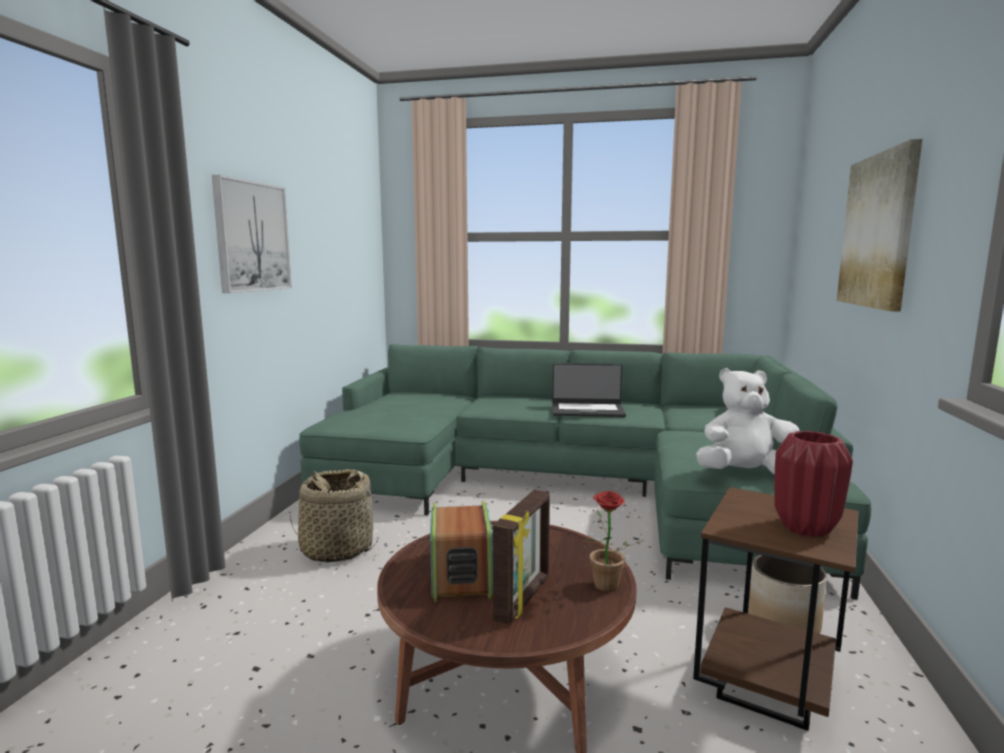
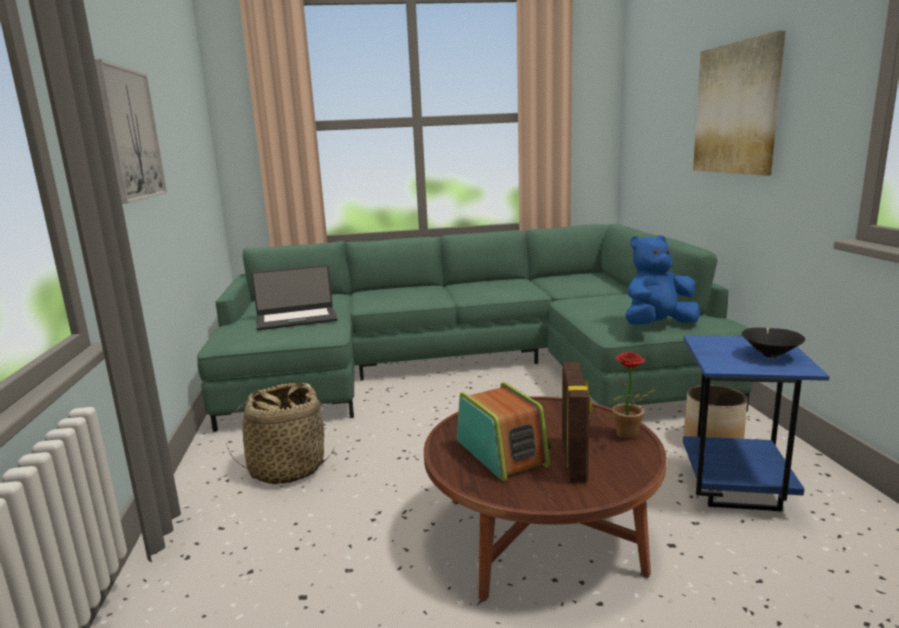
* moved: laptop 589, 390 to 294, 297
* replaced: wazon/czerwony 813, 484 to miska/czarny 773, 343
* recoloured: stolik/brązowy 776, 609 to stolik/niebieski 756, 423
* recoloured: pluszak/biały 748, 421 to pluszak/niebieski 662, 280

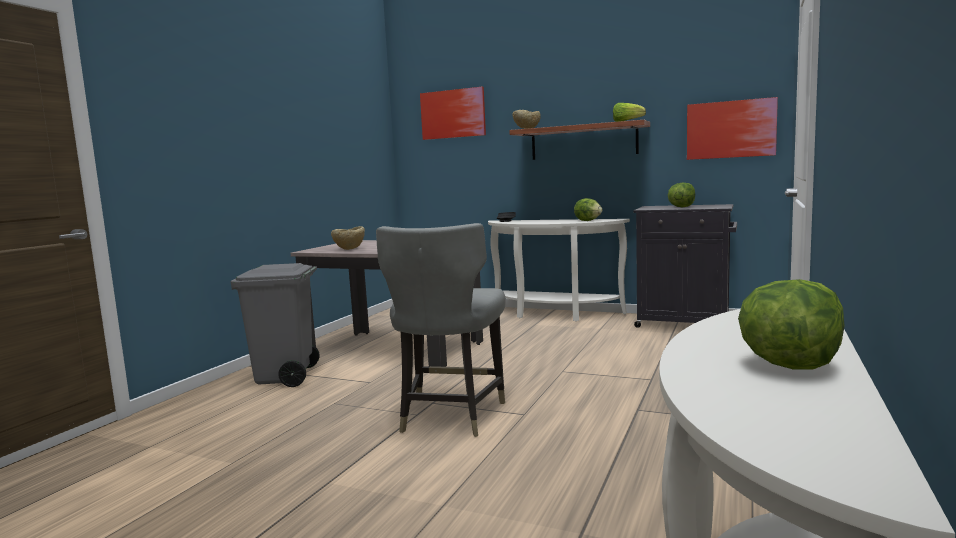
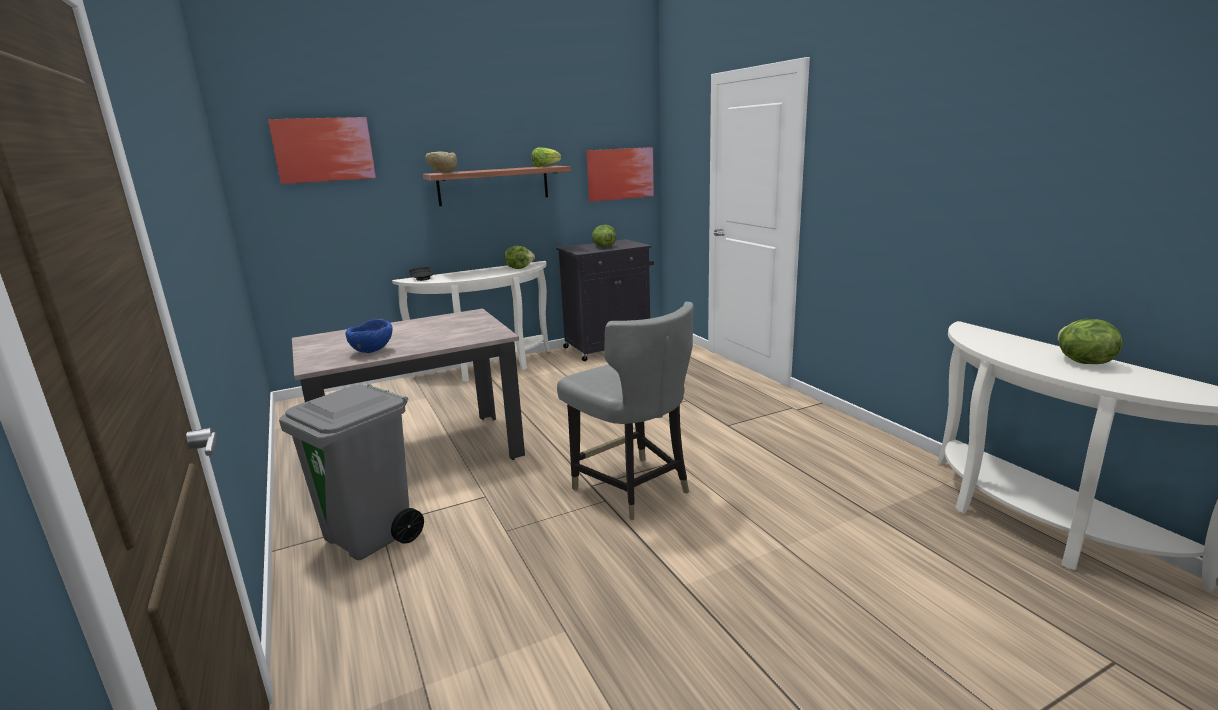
* recoloured: miska/beżowy 348, 238 to miska/niebieski 369, 336

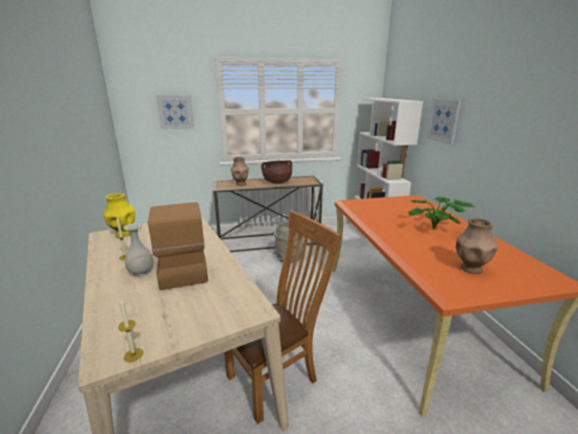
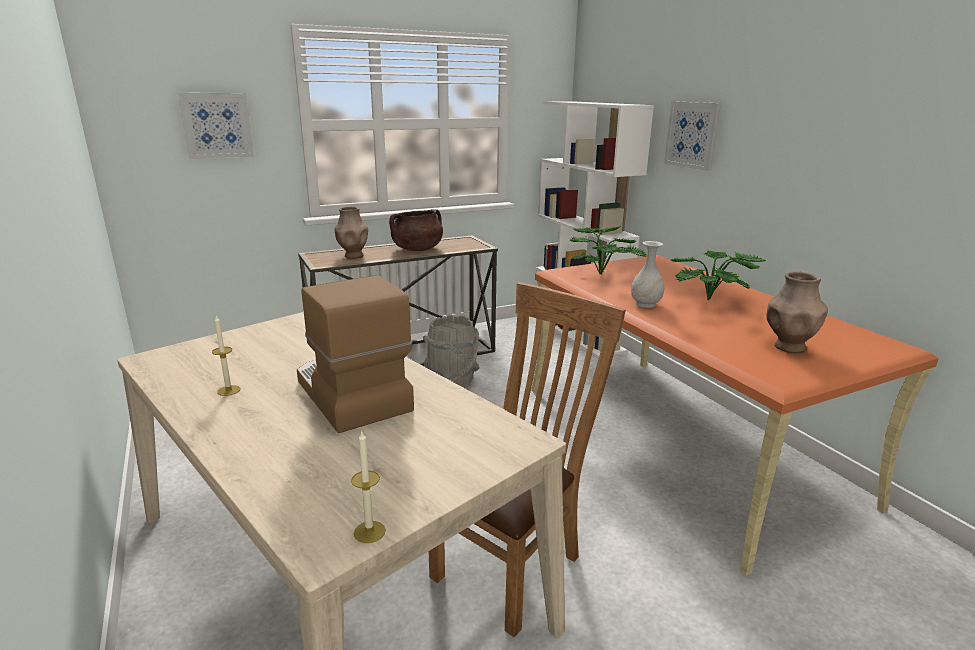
* removed: wazon/żółty 119, 214
* added: roślina doniczkowa 608, 250
* moved: wazon/biały 138, 250 to 647, 274

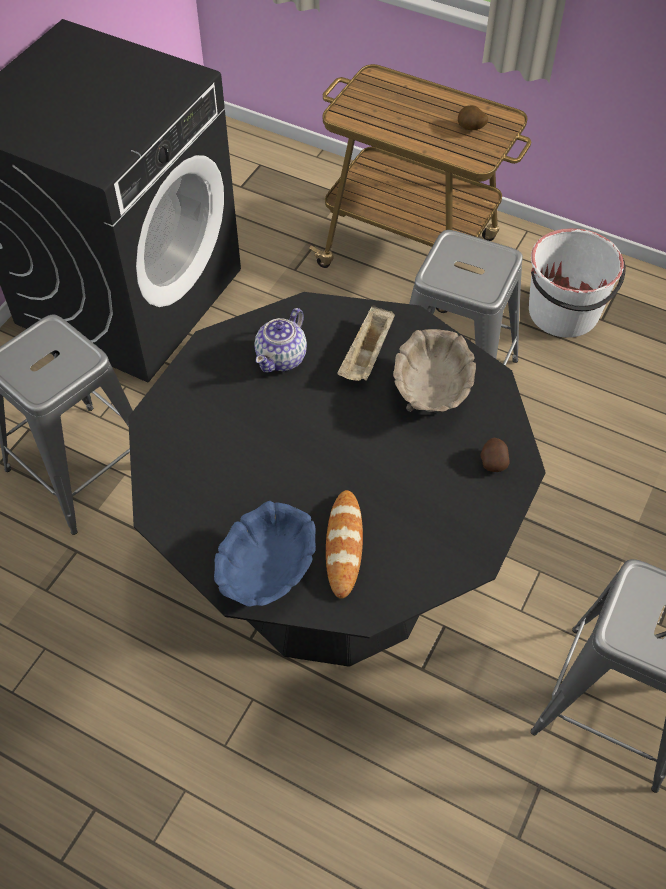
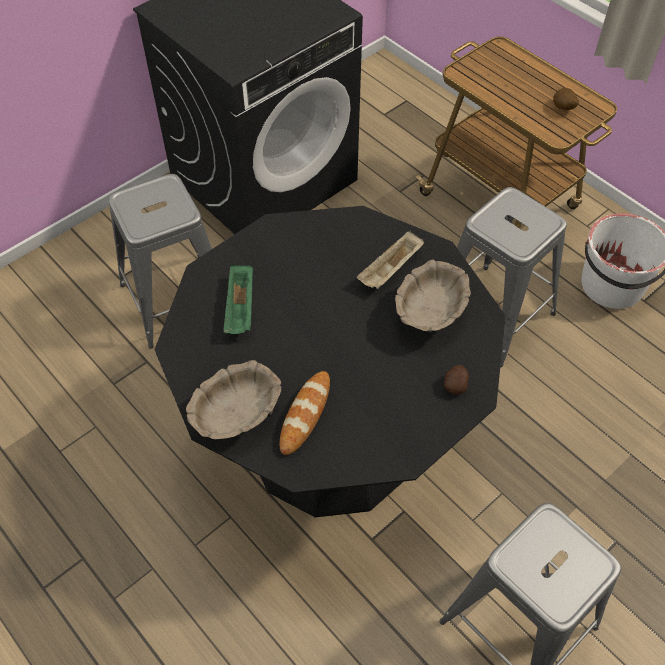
* removed: imbryk 280, 340
* added: taca/zielony 238, 299
* recoloured: miska/niebieski 265, 554 to miska/beżowy 233, 399

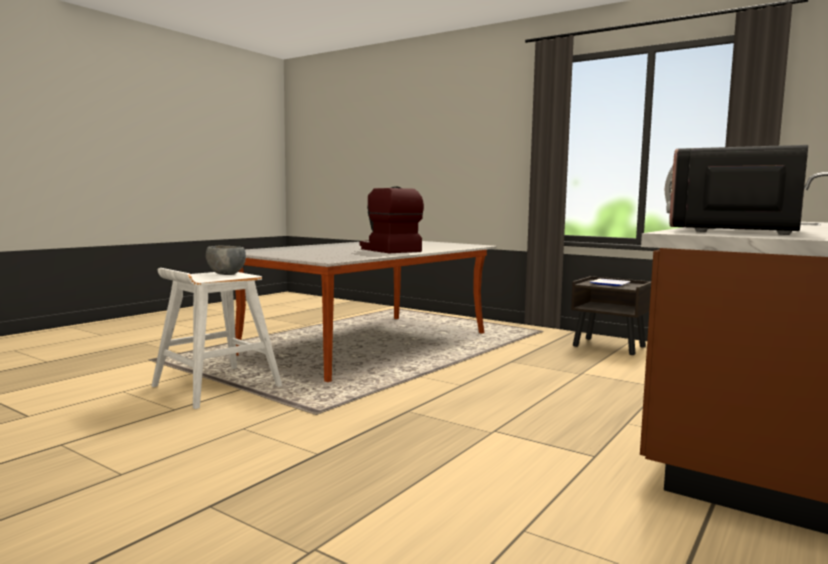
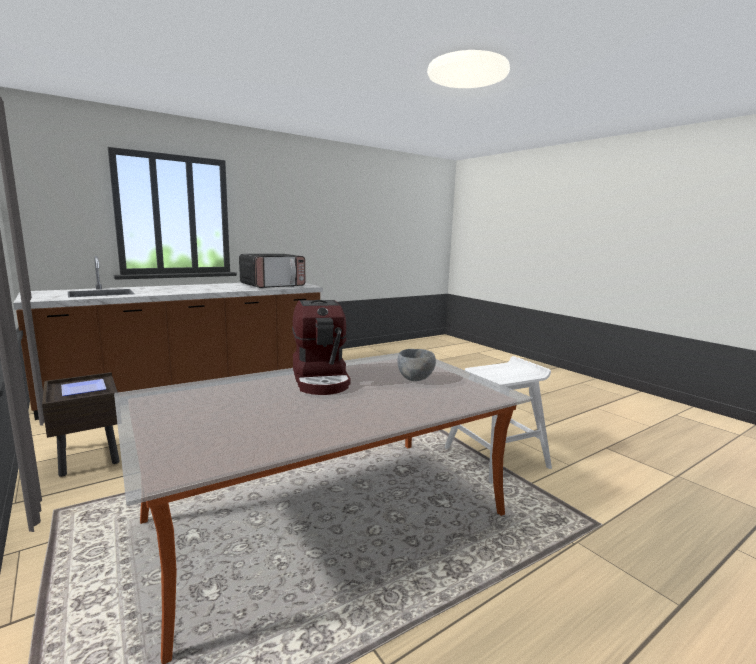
* moved: miska/szary 226, 260 to 416, 365

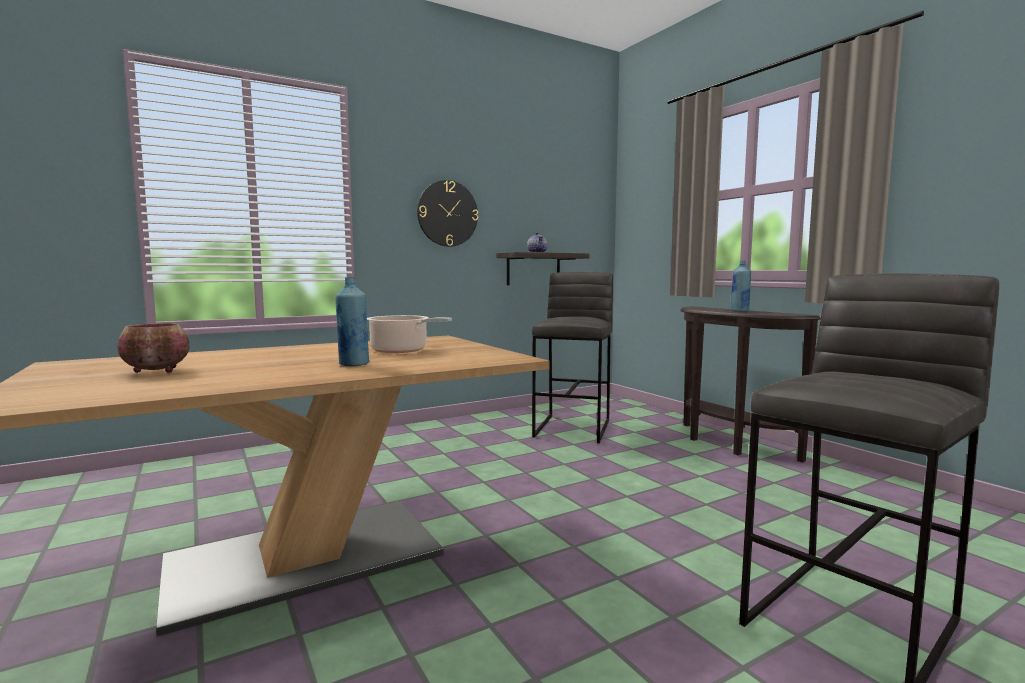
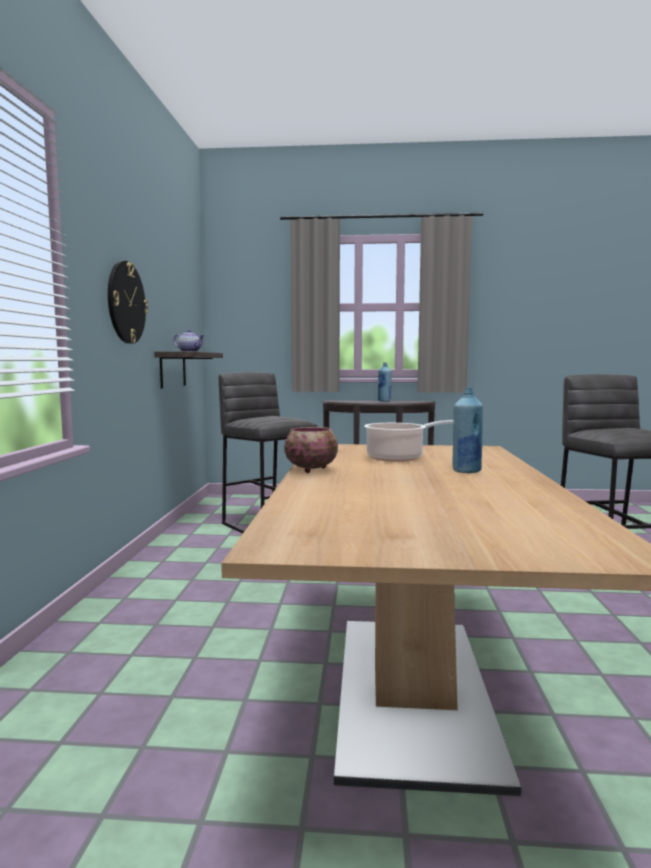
* moved: miska 153, 348 to 311, 450

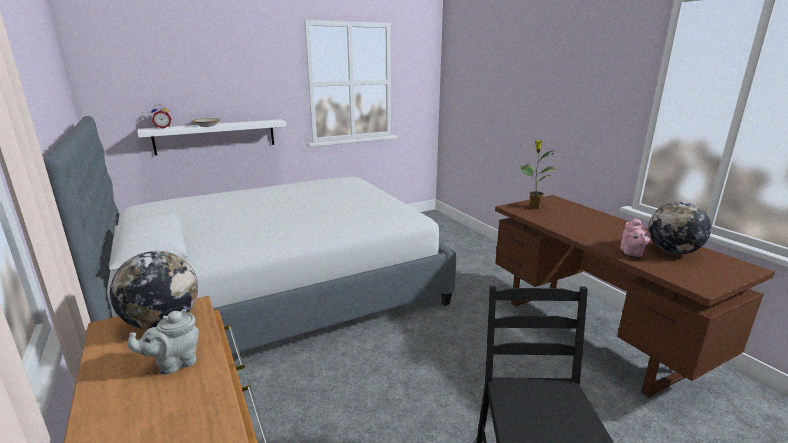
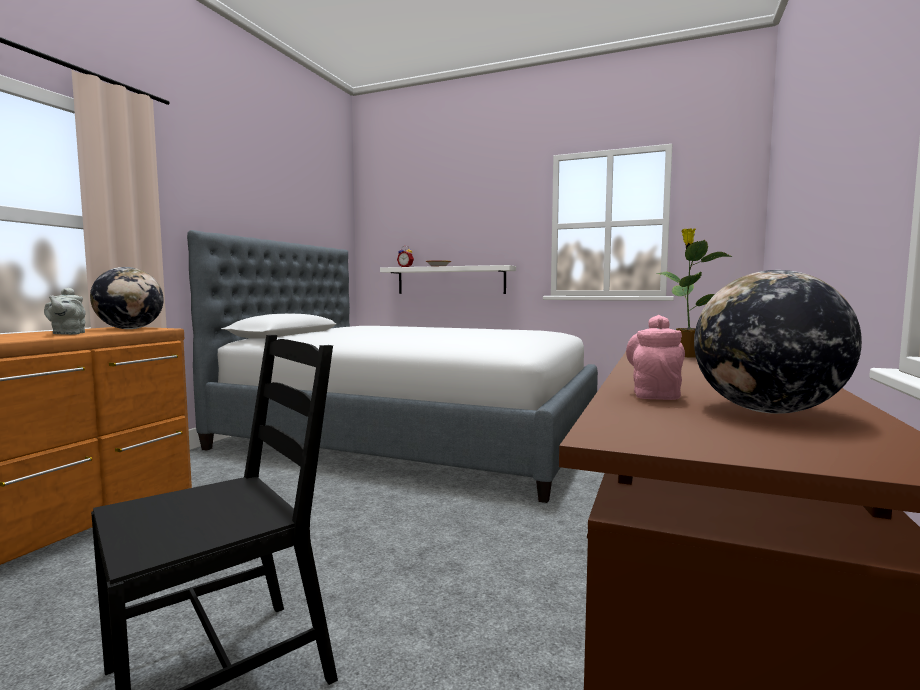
* turned: imbryk/szary 163, 342 = 64, 311 120 degrees counterclockwise
* turned: imbryk/różowy 635, 237 = 655, 357 135 degrees clockwise

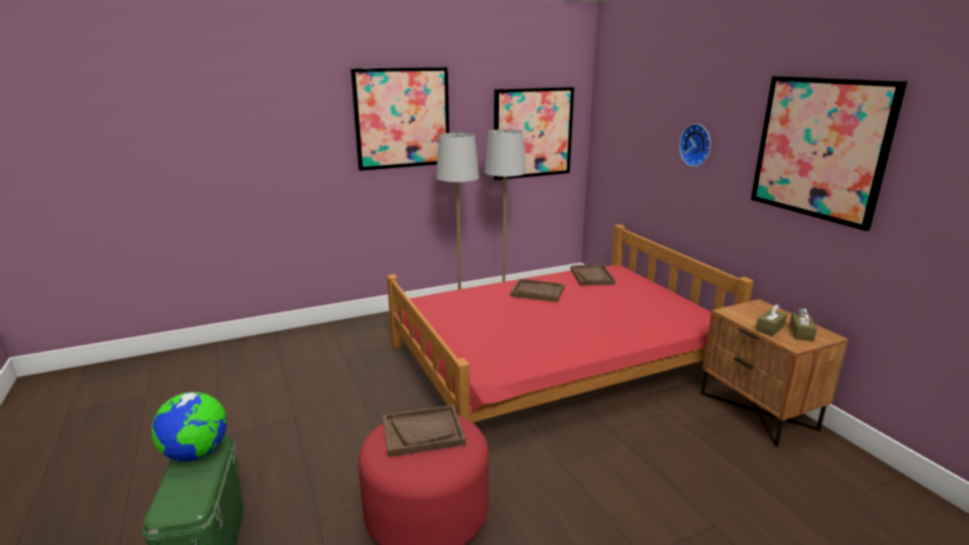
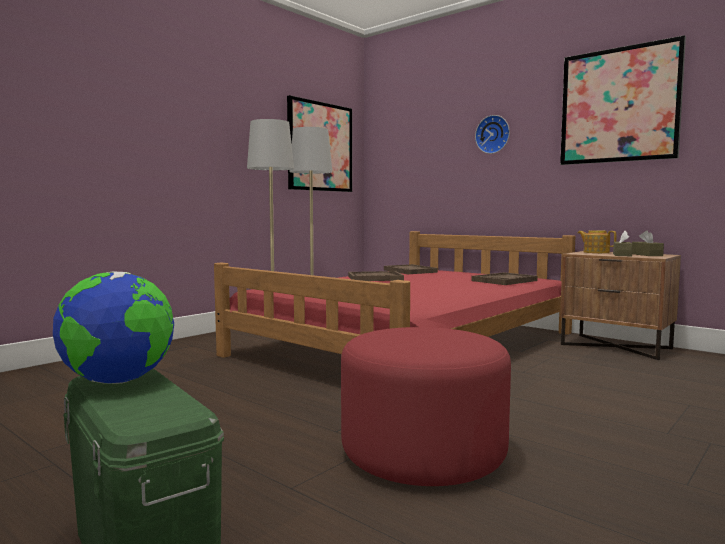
* removed: obraz 399, 119
* added: imbryk 597, 241
* moved: taca/brązowy 424, 431 to 505, 278

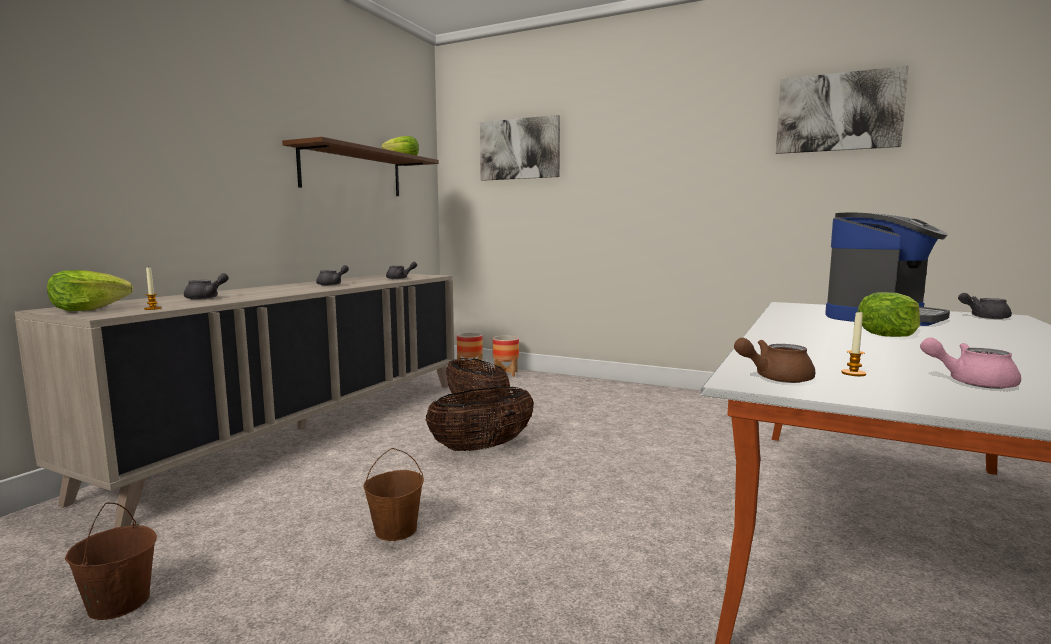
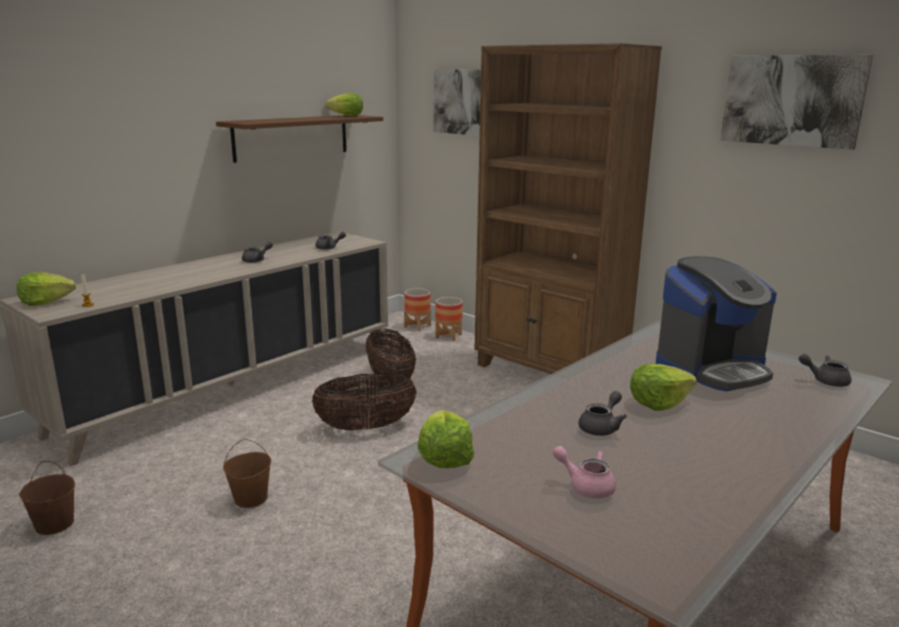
* removed: świeca 853, 343
* added: regał/brązowy 568, 208
* moved: imbryk/szary 206, 286 to 602, 413
* replaced: imbryk/brązowy 774, 360 to sałata 445, 439

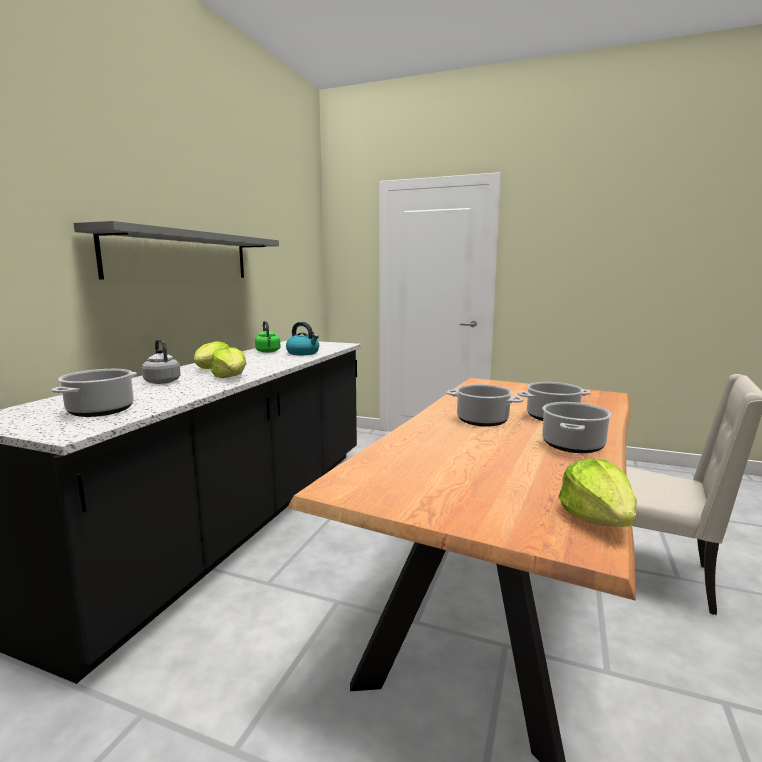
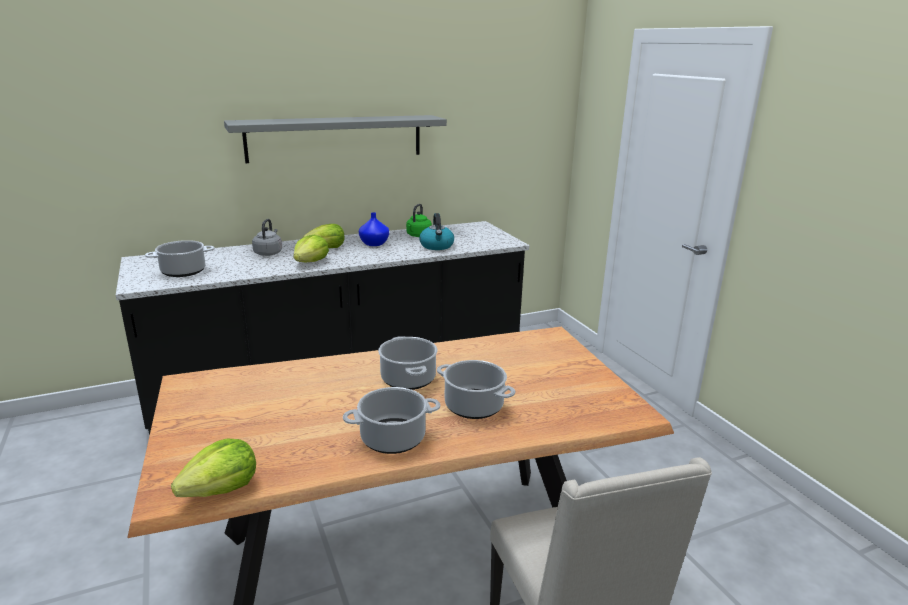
* added: wazon/niebieski 374, 229

